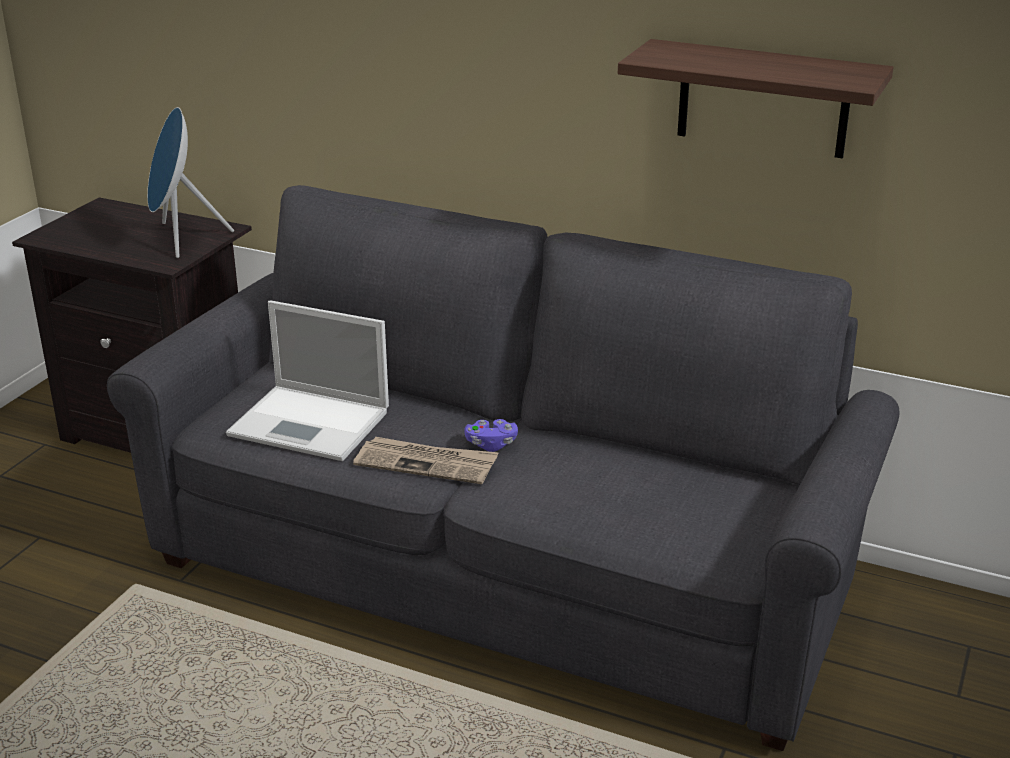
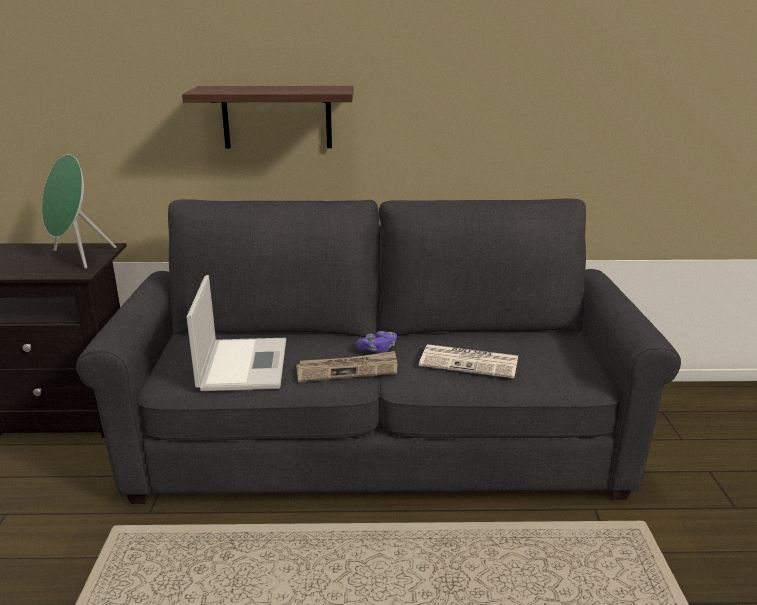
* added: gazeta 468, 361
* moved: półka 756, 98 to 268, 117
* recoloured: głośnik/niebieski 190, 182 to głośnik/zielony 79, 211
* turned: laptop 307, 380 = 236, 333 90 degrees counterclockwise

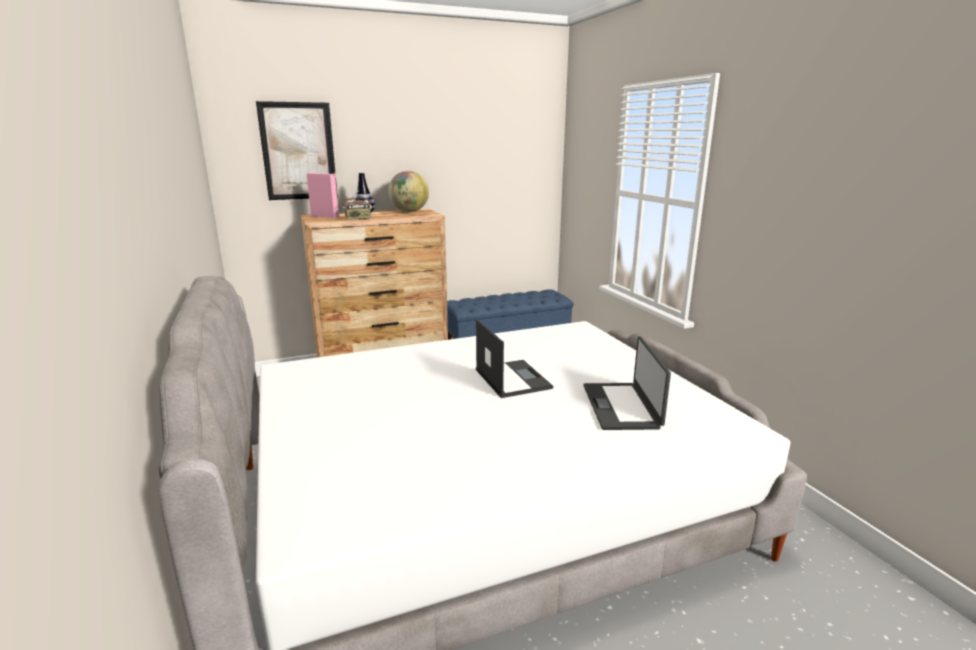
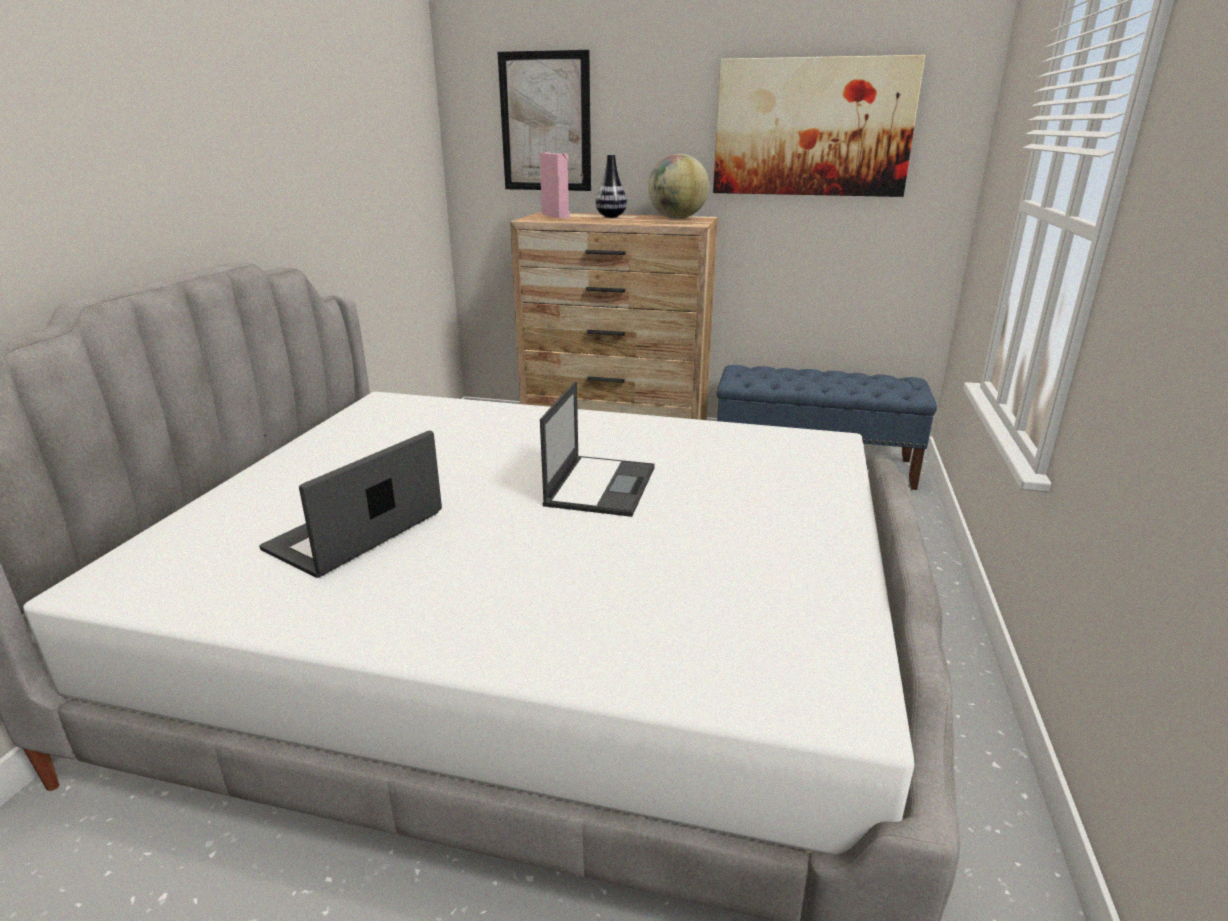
* removed: radio 357, 204
* added: obraz 819, 126
* moved: laptop 627, 383 to 350, 504

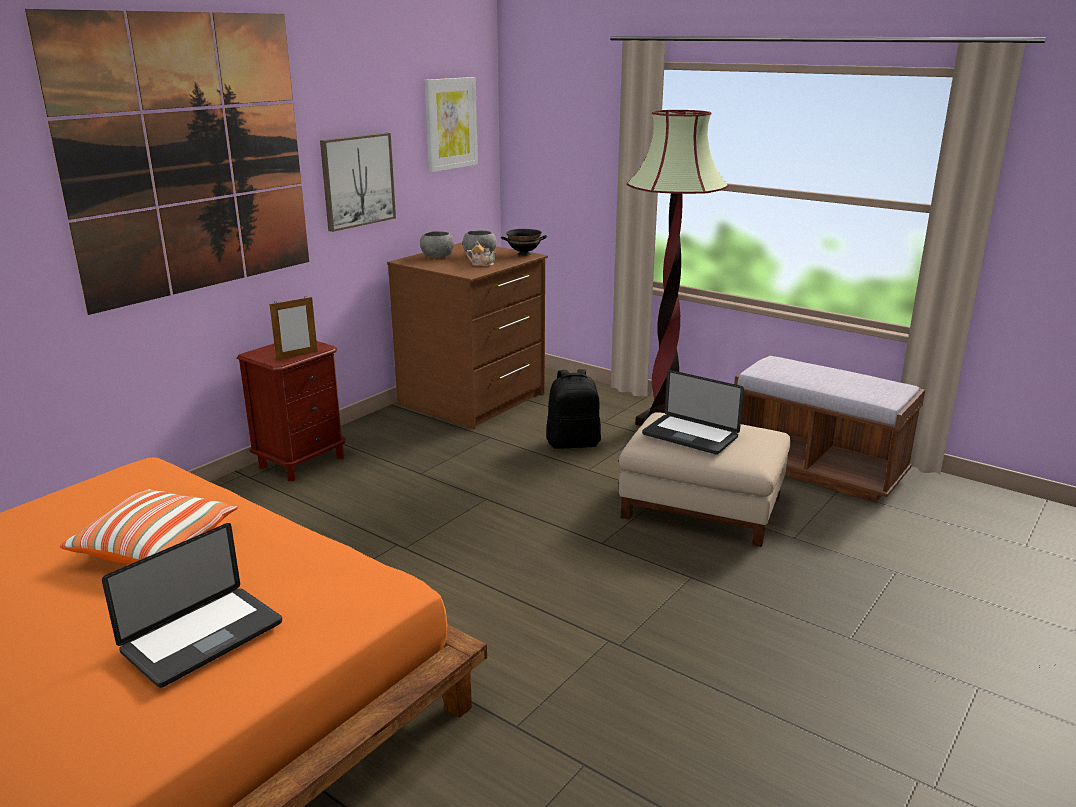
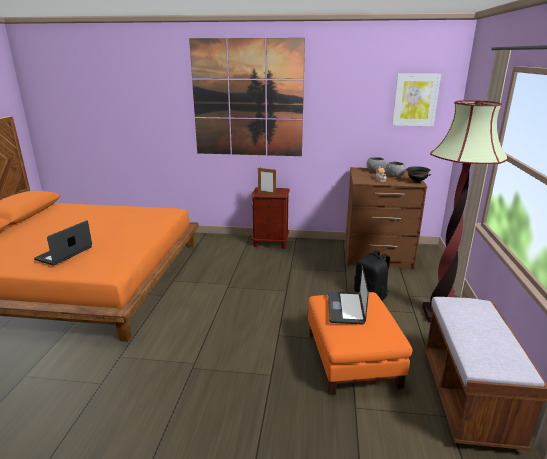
* removed: poduszka 149, 527
* removed: obraz 358, 182
* recoloured: pufa/beżowy 705, 479 to pufa/pomarańczowy 360, 343
* turned: laptop 192, 605 = 63, 242 105 degrees clockwise

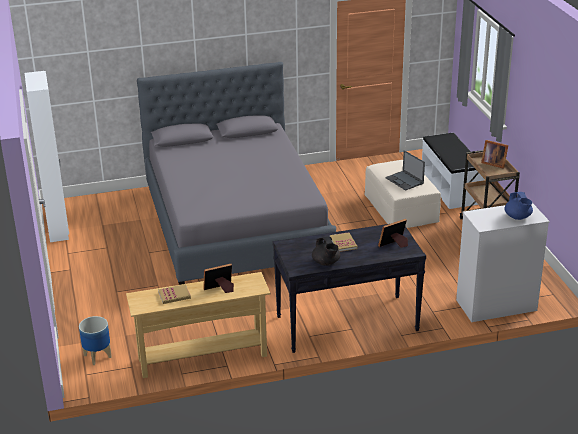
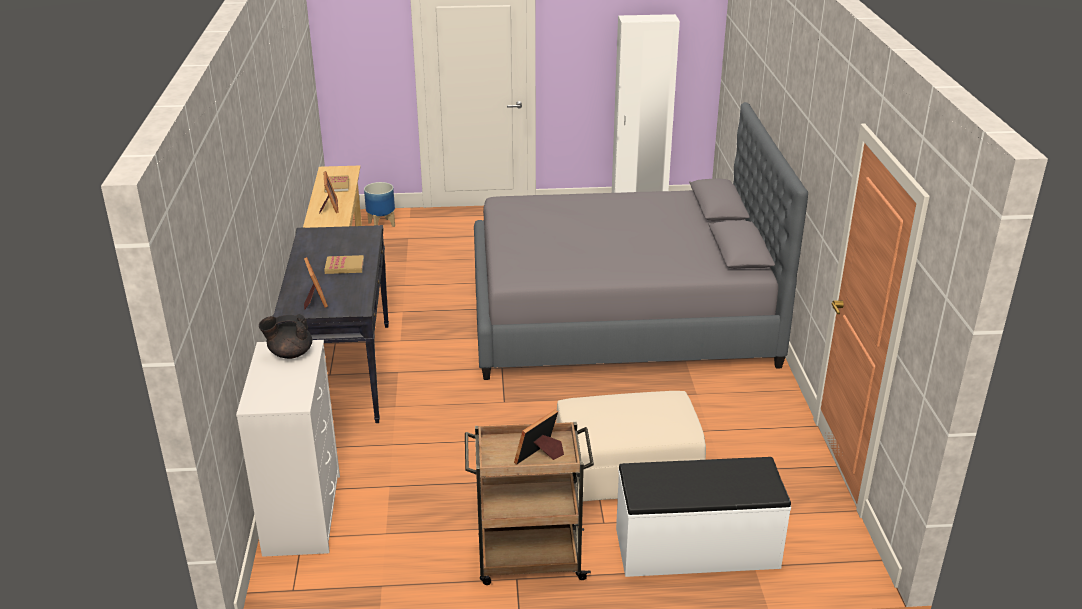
* removed: laptop 405, 170
* removed: imbryk/niebieski 519, 206
* moved: imbryk/czarny 326, 251 to 285, 336

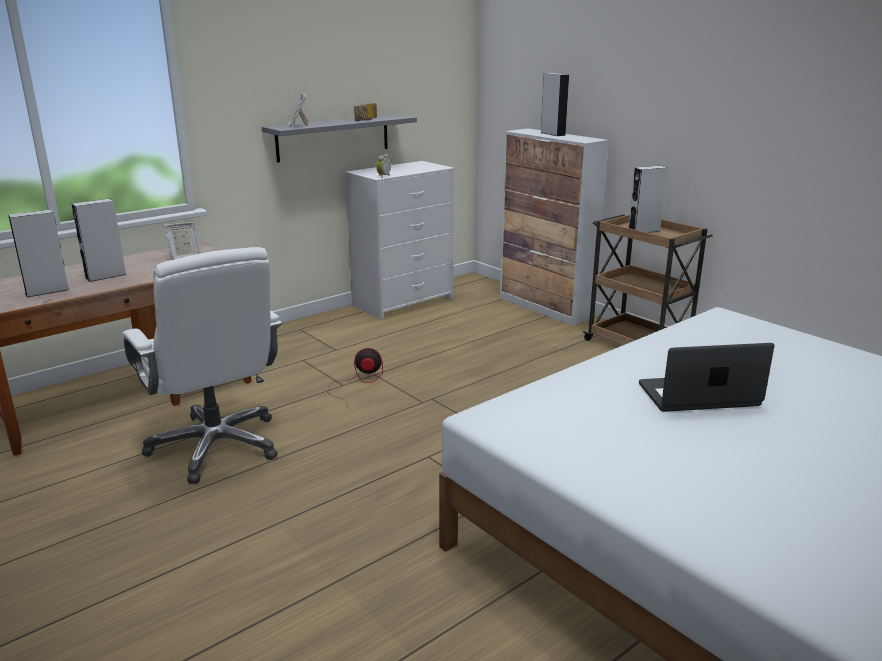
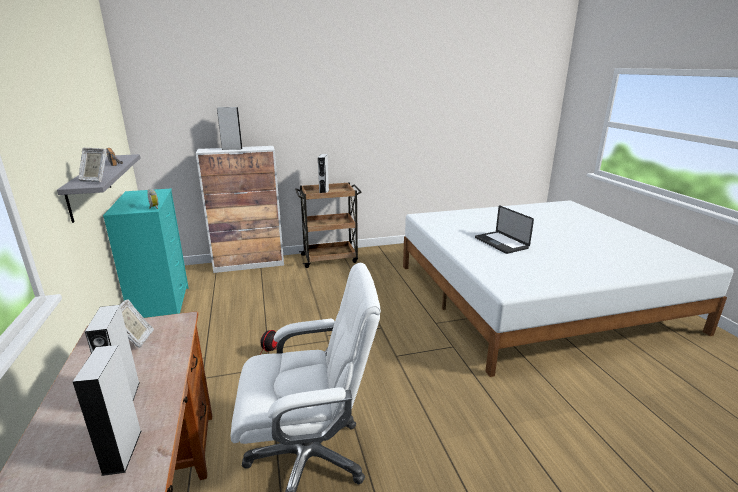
* recoloured: komoda/biały 400, 240 to komoda/turkusowy 146, 253
* turned: laptop 706, 377 = 504, 229 45 degrees counterclockwise

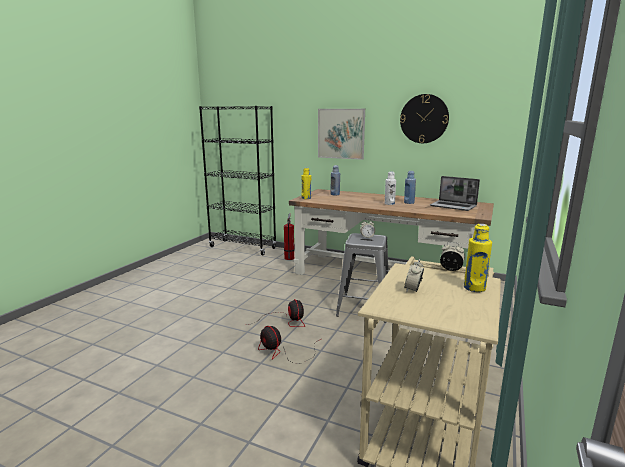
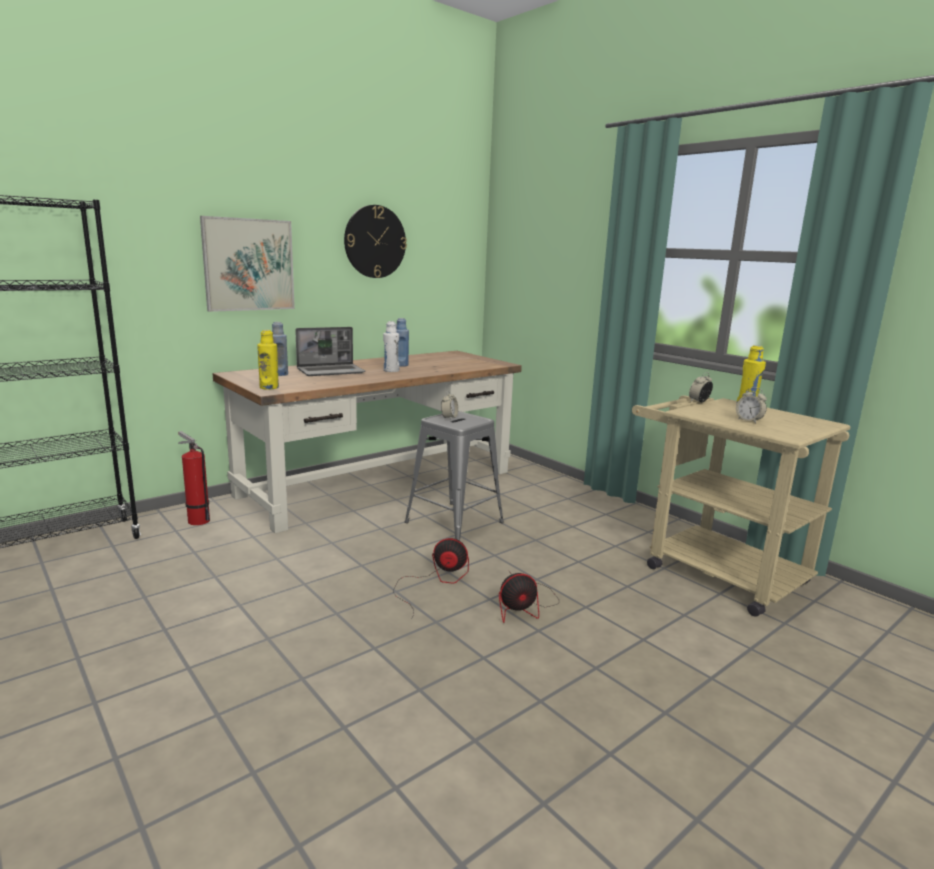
* moved: laptop 455, 193 to 330, 351

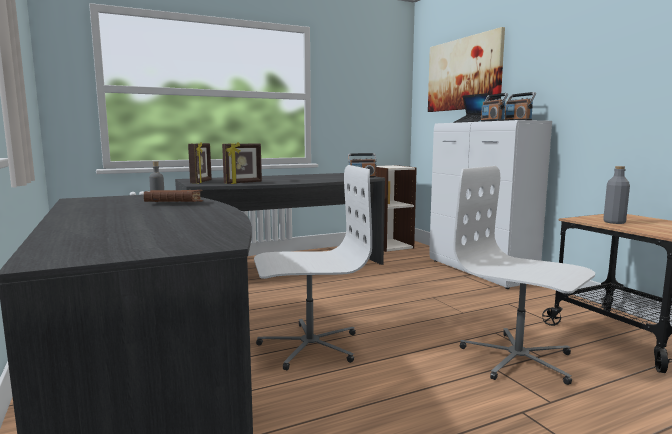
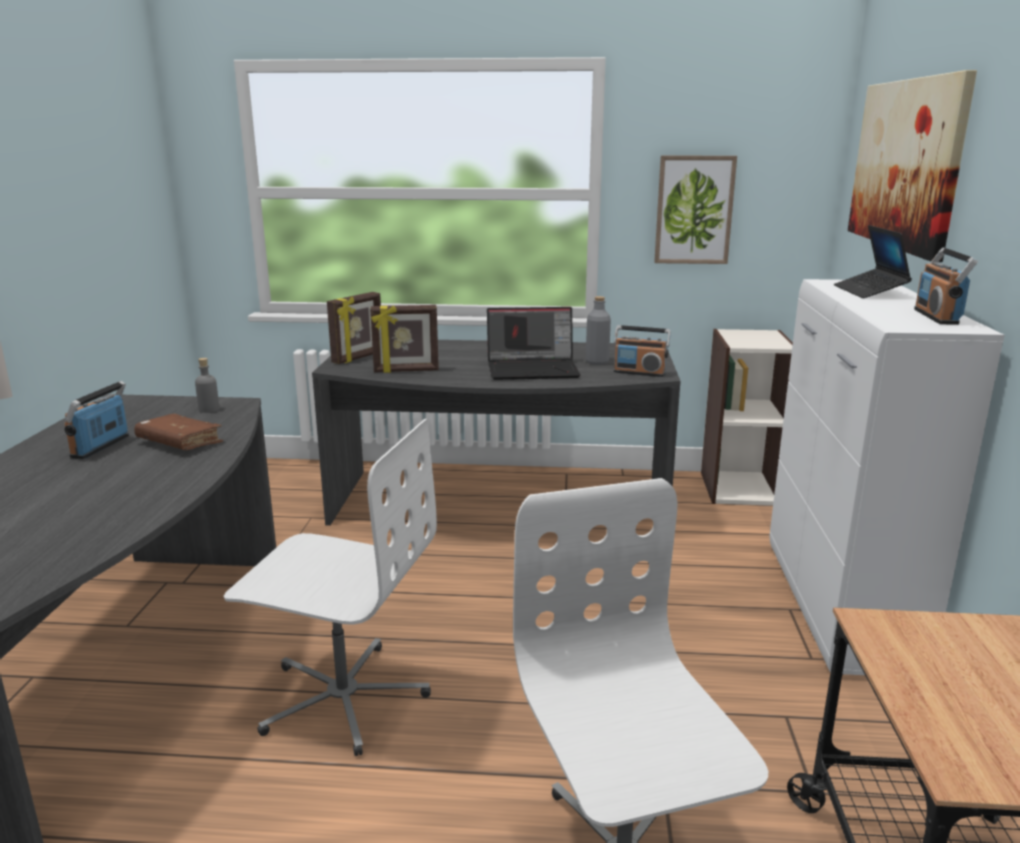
* added: laptop 534, 343
* added: obraz 695, 210
* moved: radio 494, 107 to 96, 420
* moved: butelka/szary 616, 195 to 598, 330

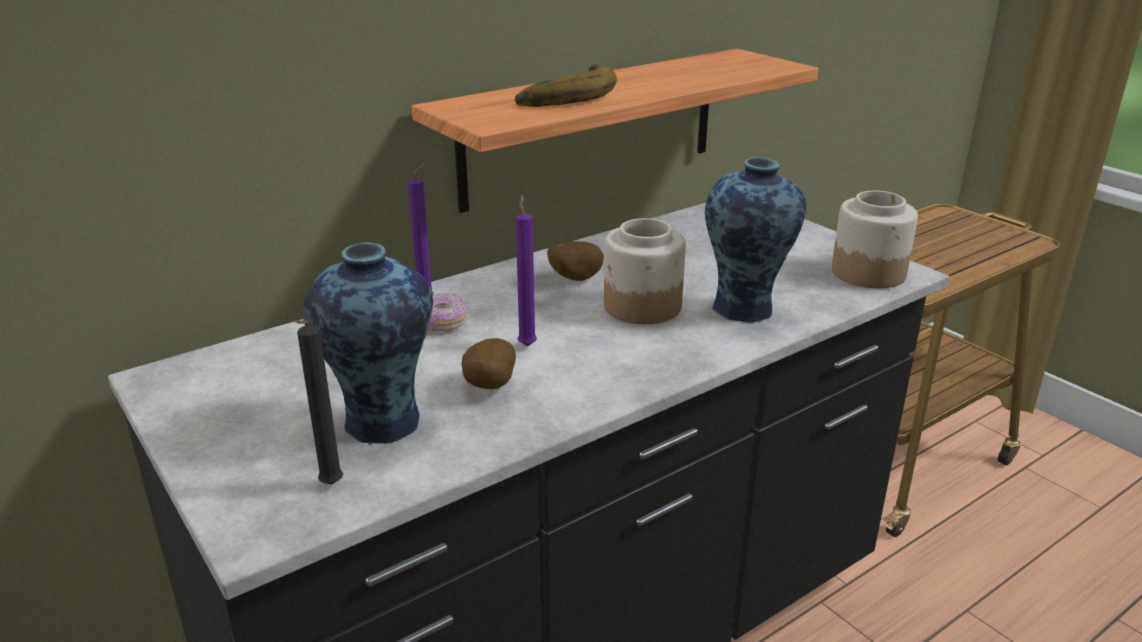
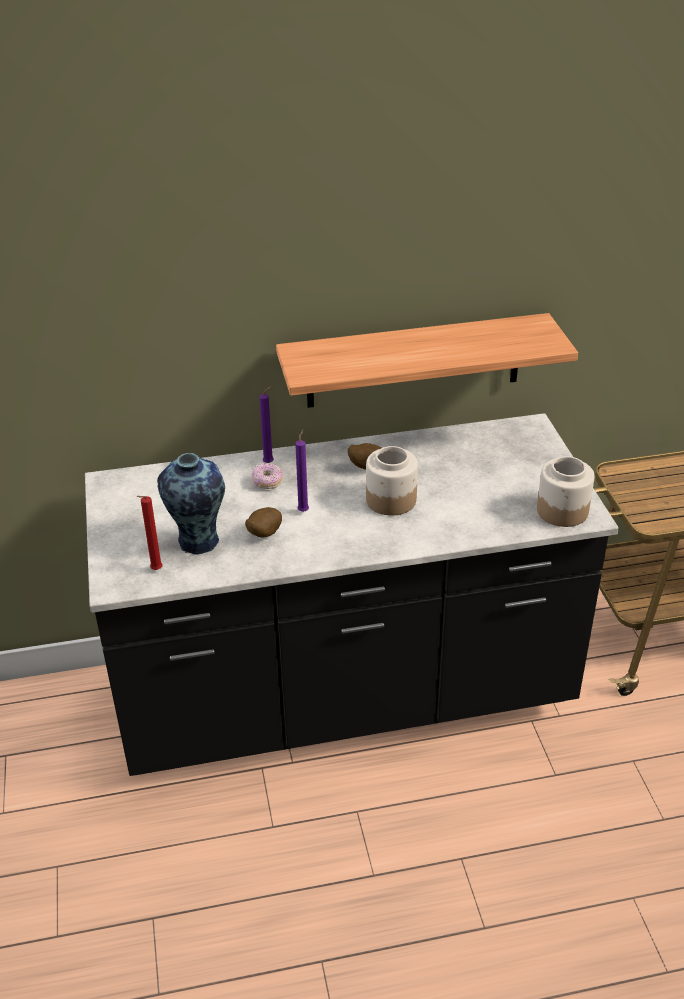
* removed: banan 566, 85
* removed: wazon 755, 240
* recoloured: świeca/czarny 319, 402 to świeca/czerwony 150, 533

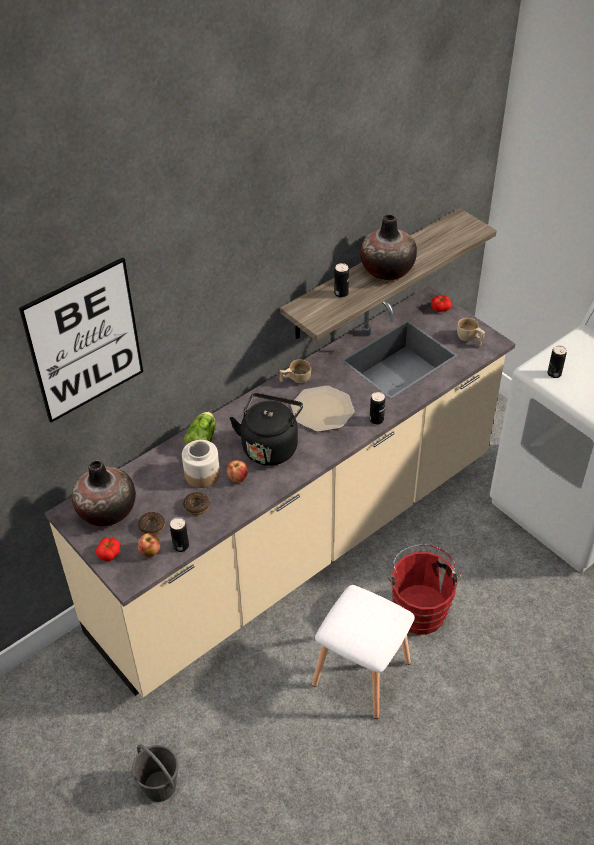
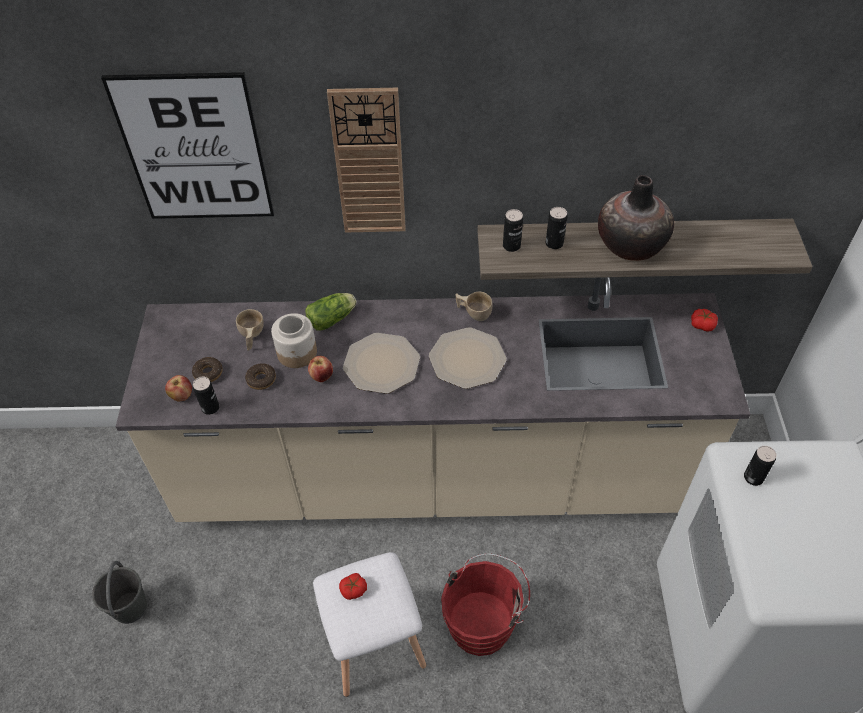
* removed: wazon 104, 493
* added: zegar ścienny 366, 160
* moved: pomidor 108, 549 to 353, 586
* moved: puszka 377, 408 to 513, 230
* moved: filiżanka/beżowy 471, 332 to 250, 330
* replaced: czajnik/czarny 266, 429 to talerz 381, 363

